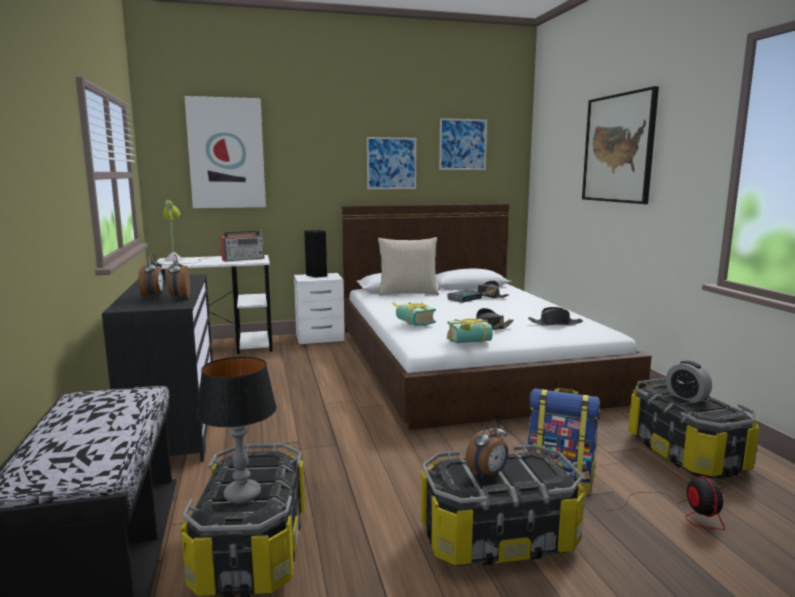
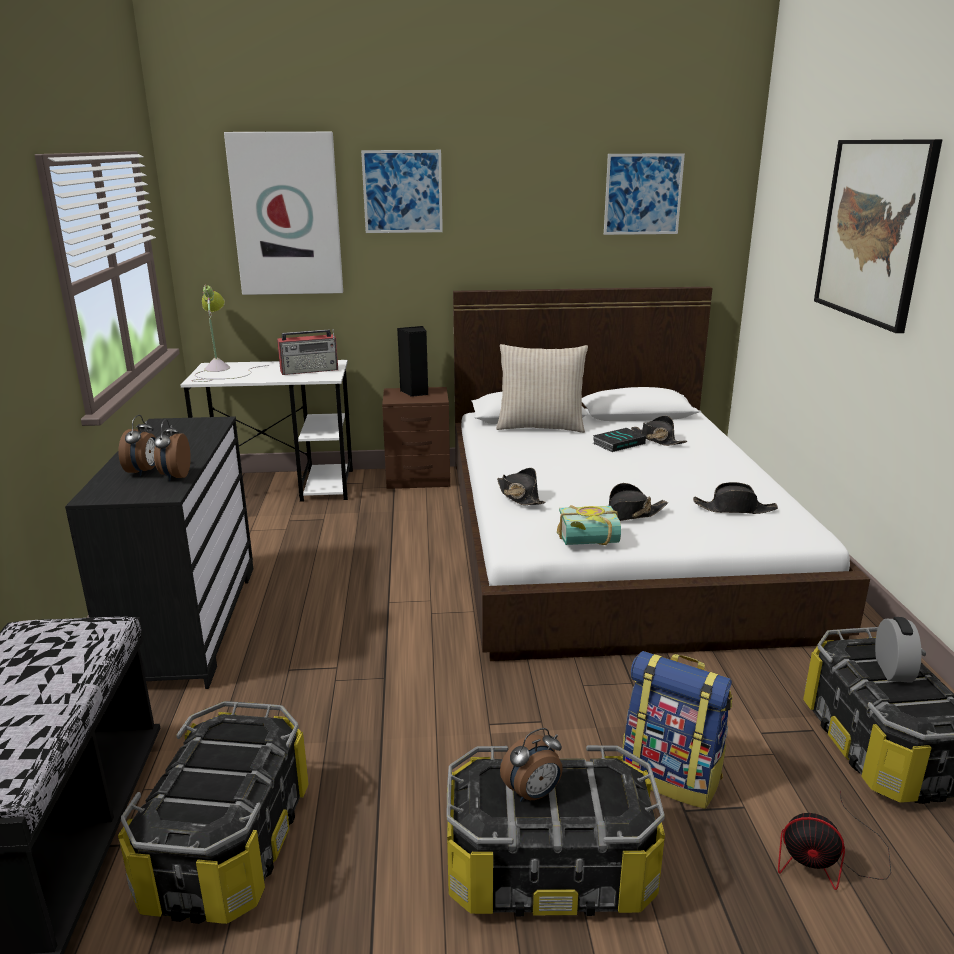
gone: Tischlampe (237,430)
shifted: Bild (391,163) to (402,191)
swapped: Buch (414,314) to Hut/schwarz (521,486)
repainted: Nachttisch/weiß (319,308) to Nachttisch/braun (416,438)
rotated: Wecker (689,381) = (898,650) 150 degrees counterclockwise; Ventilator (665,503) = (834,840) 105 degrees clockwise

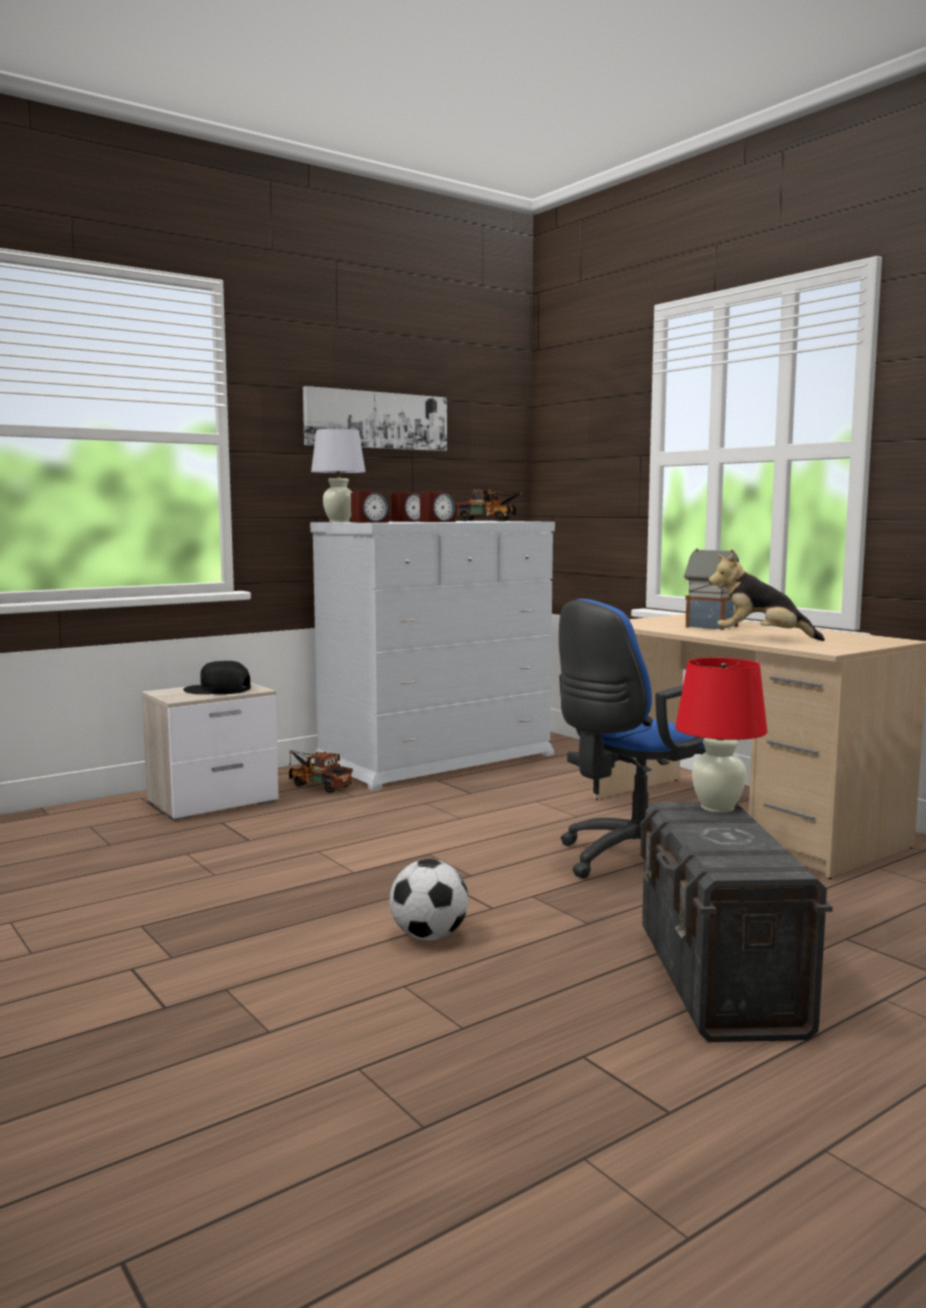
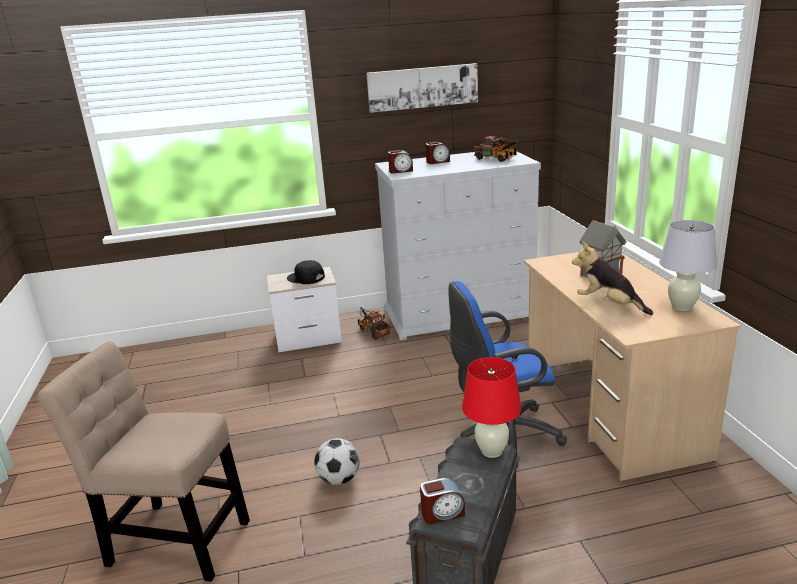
new: Stuhl/beige (144,461)
shifted: Tischlampe/weiß (338,475) to (687,265); Wecker (438,506) to (442,501)

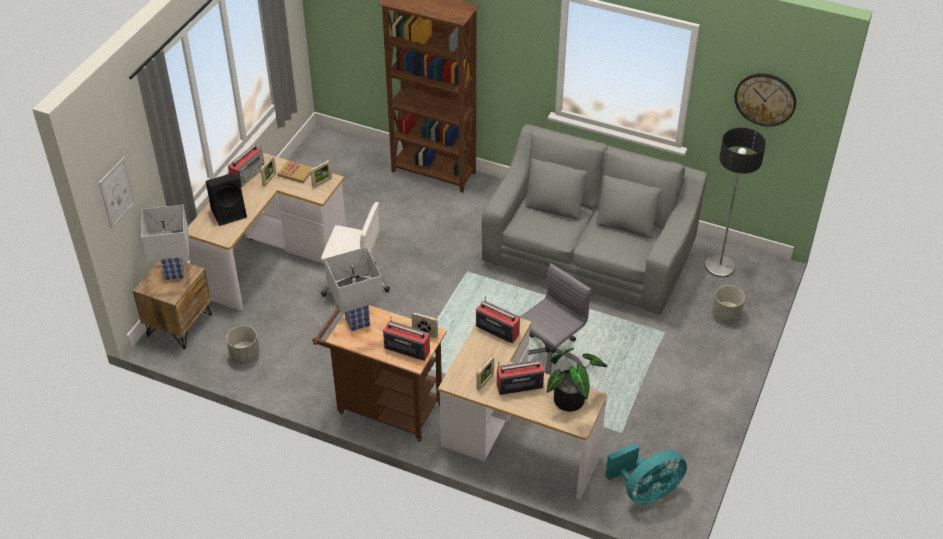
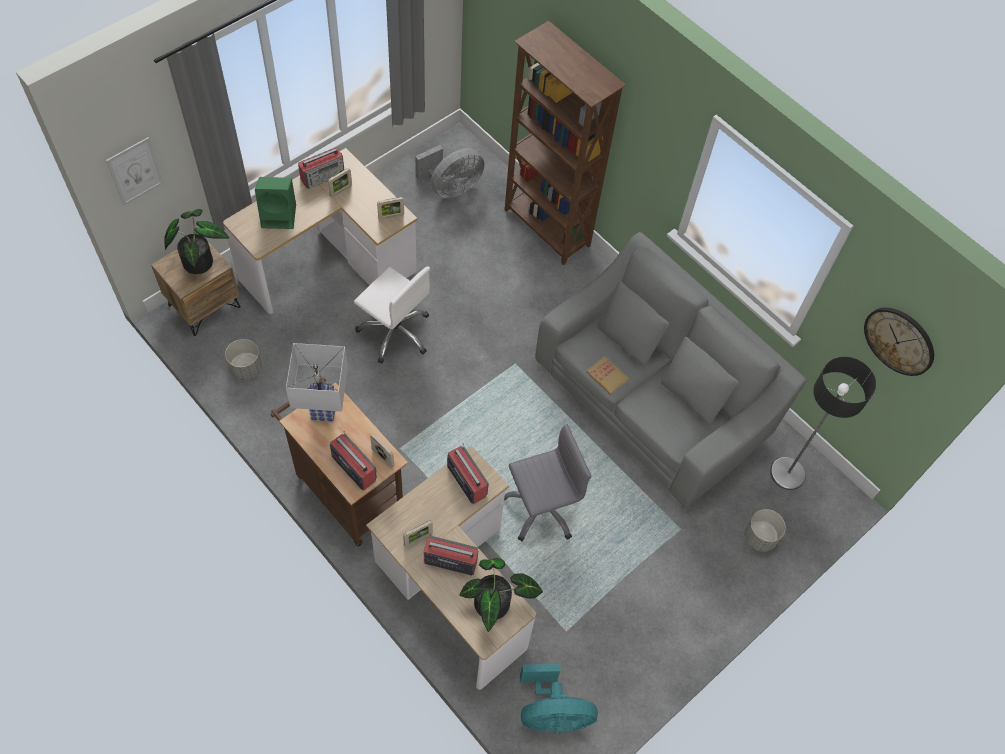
new: Ventilator/grau (450,171)
shifted: Buch (295,172) to (607,375)
swapped: Tischlampe/weiß (165,242) to Topfpflanze (196,241)
repainted: Lautsprecher/schwarz (226,199) to Lautsprecher/grün (275,203)

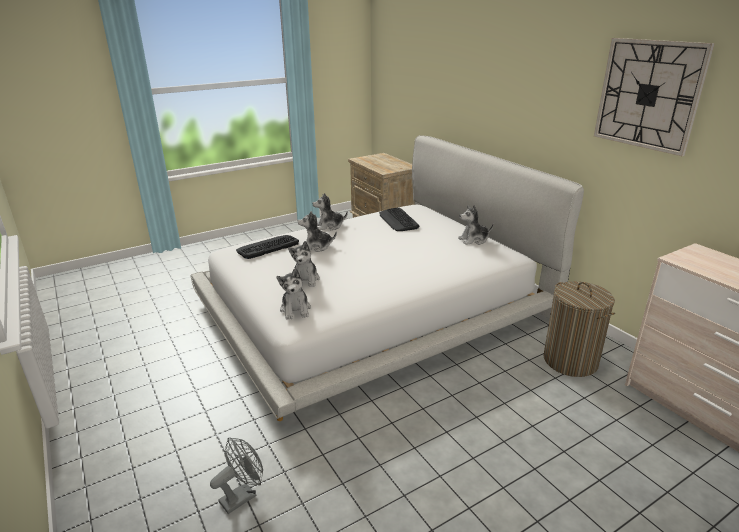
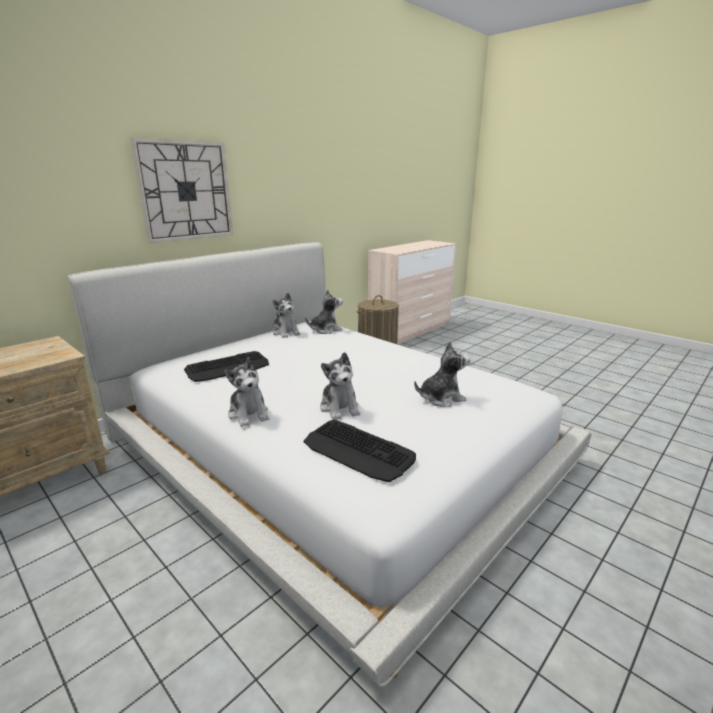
gone: Ventilator/grau (236,475)
shifted: Wanduhr (654,97) to (181,190); Plüschtier (293,294) to (324,311)

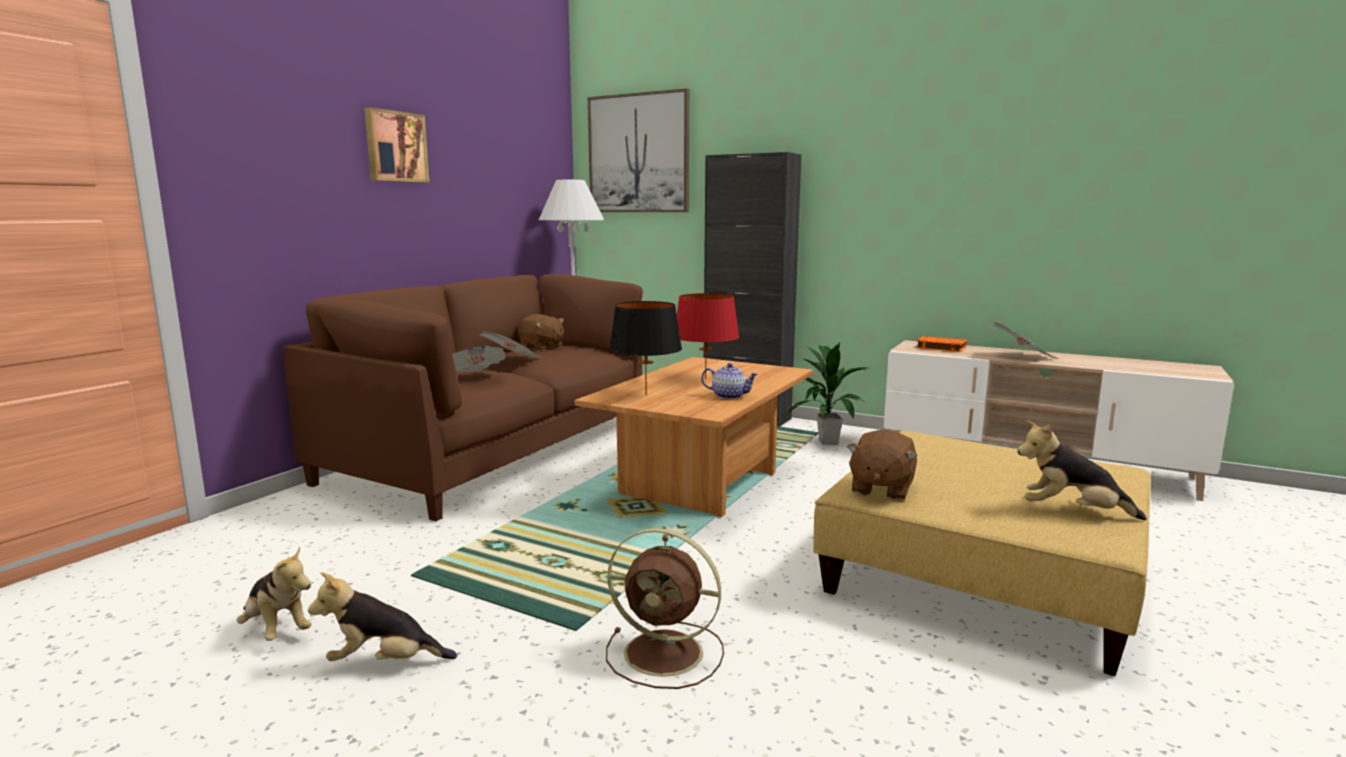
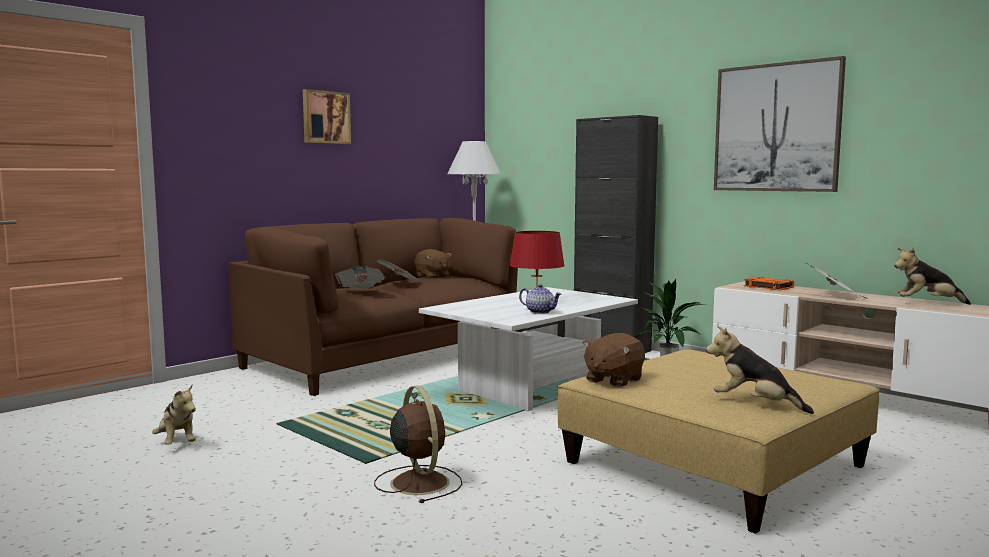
gone: Tischlampe/schwarz (645,348)
shifted: Bild (638,150) to (780,124); Plüschtier (382,616) to (932,276)
repainted: Couchtisch/braun (694,437) to Couchtisch/weiß (528,349)
rotated: Ventilator/braun (665,608) = (418,444) 150 degrees counterclockwise

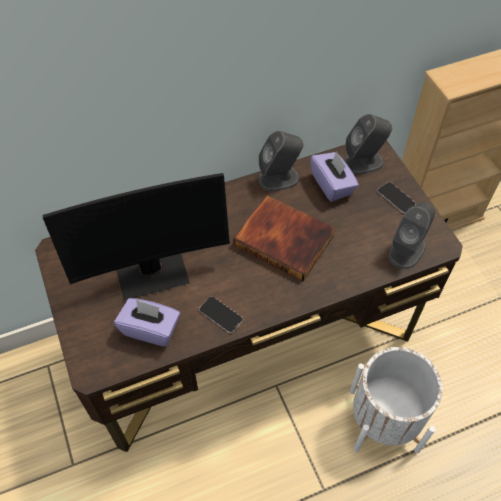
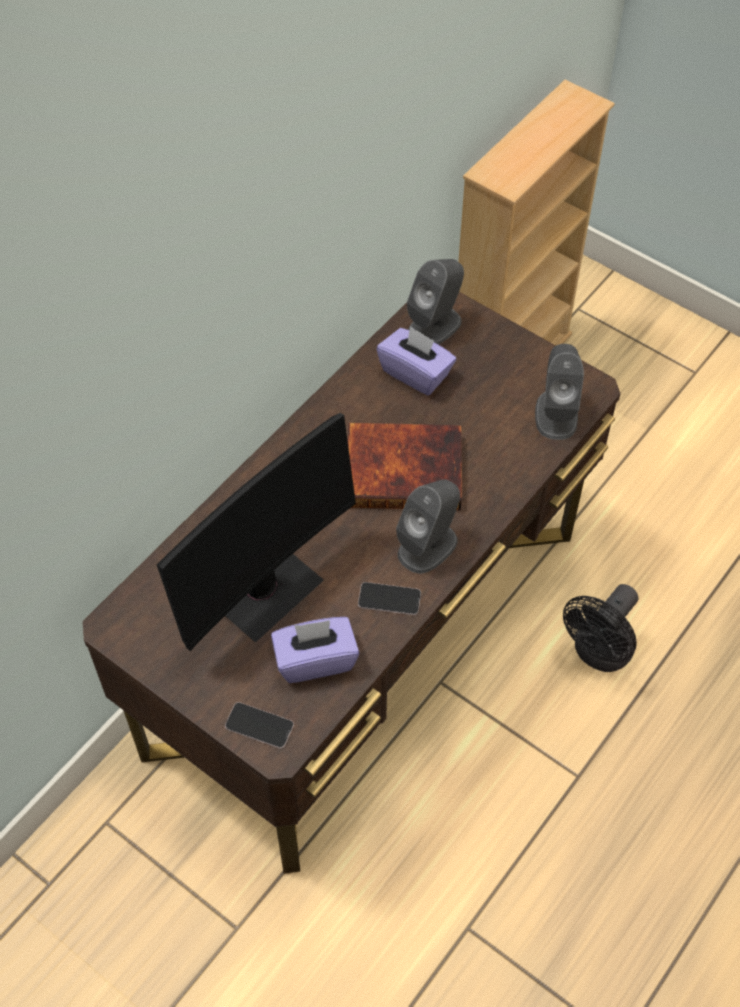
shifted: Lautsprecher/grau (280,161) to (428,526); Handy (396,197) to (259,725)
swapped: Pflanzkübel/weiß (396,400) to Ventilator/schwarz (601,628)

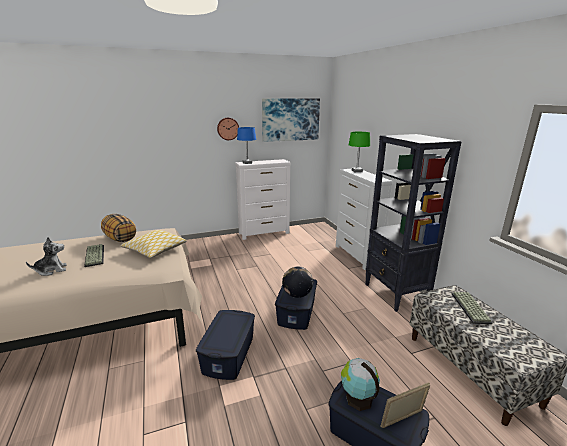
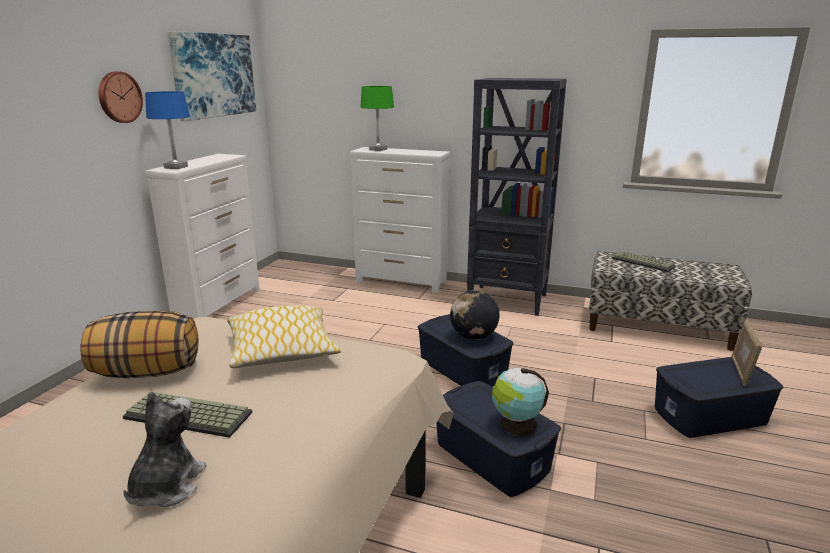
shifted: Globus (360,384) to (520,402)

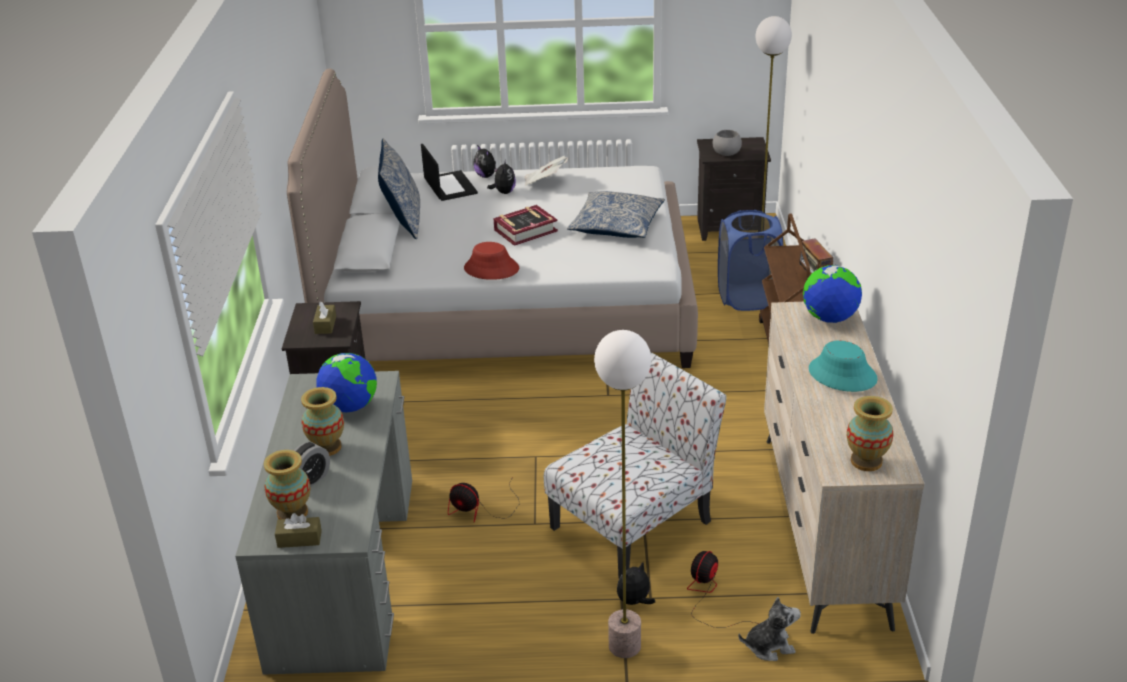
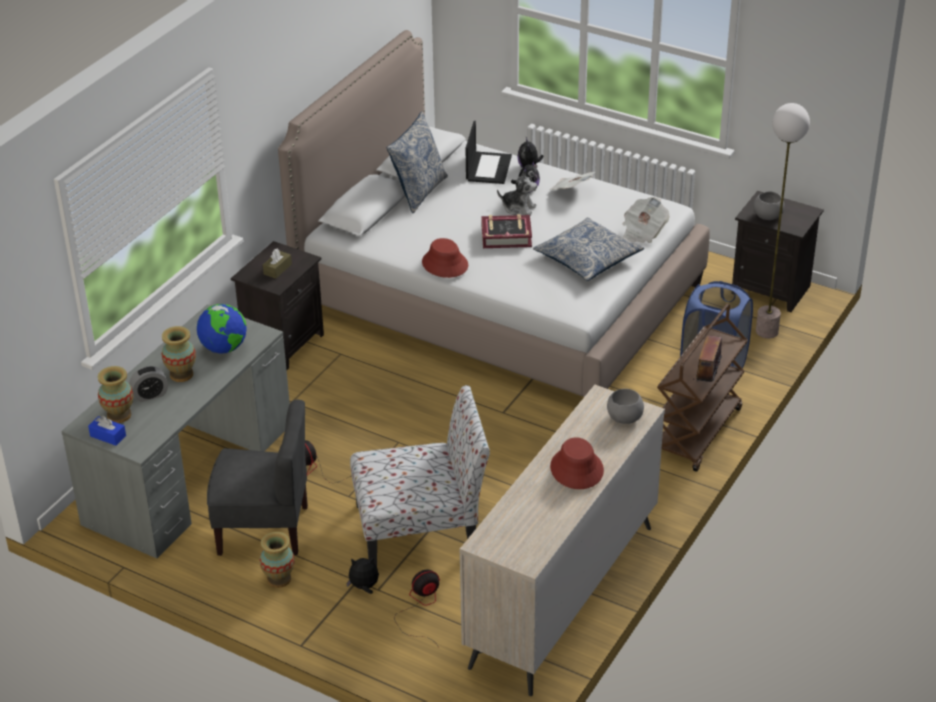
gone: Stehlampe (622,494)
new: Zeitung (646,220); Stuhl/grau (257,478)
shifted: Vase (870,433) to (277,560); Plüschtier (769,629) to (517,193)
swapped: Globus (832,294) to Schüssel/grau (625,406)
repainted: Hut/türkis (843,366) to Hut/rot (577,463); Taschentuchbox/braun (298,530) to Taschentuchbox/blau (107,431)

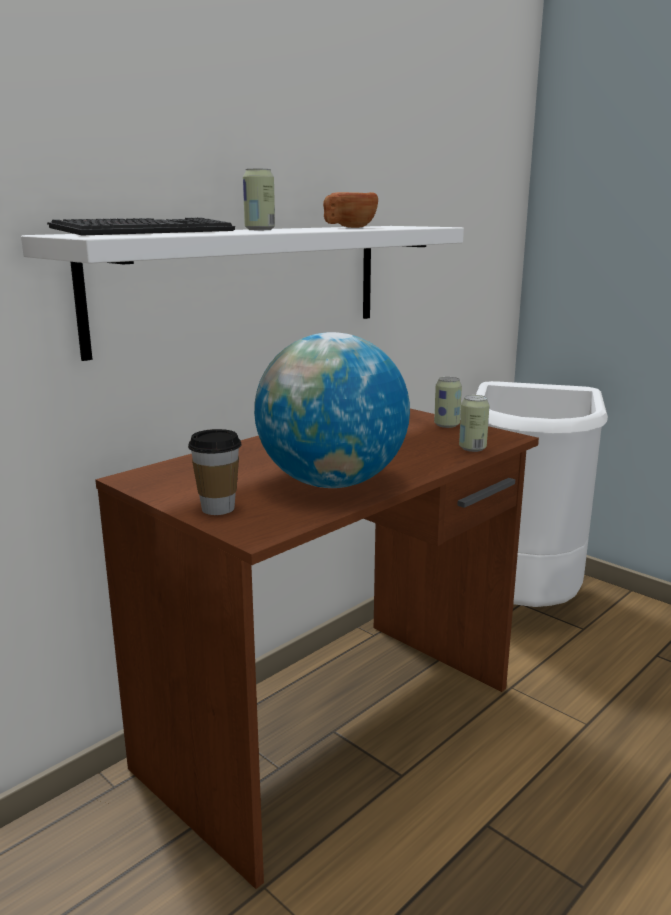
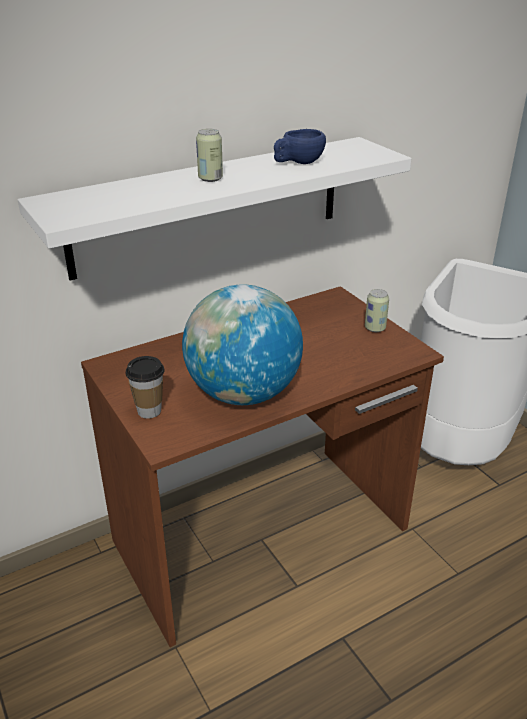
gone: Tastatur (141,226); Dose (474,423)
repainted: Tasse/braun (350,210) to Tasse/blau (300,146)

